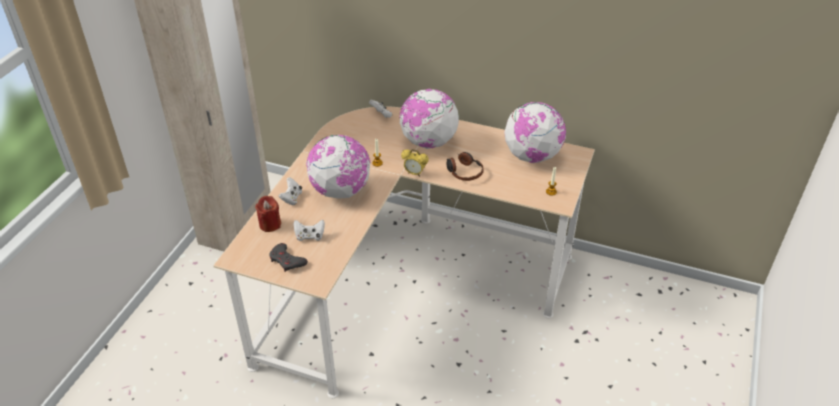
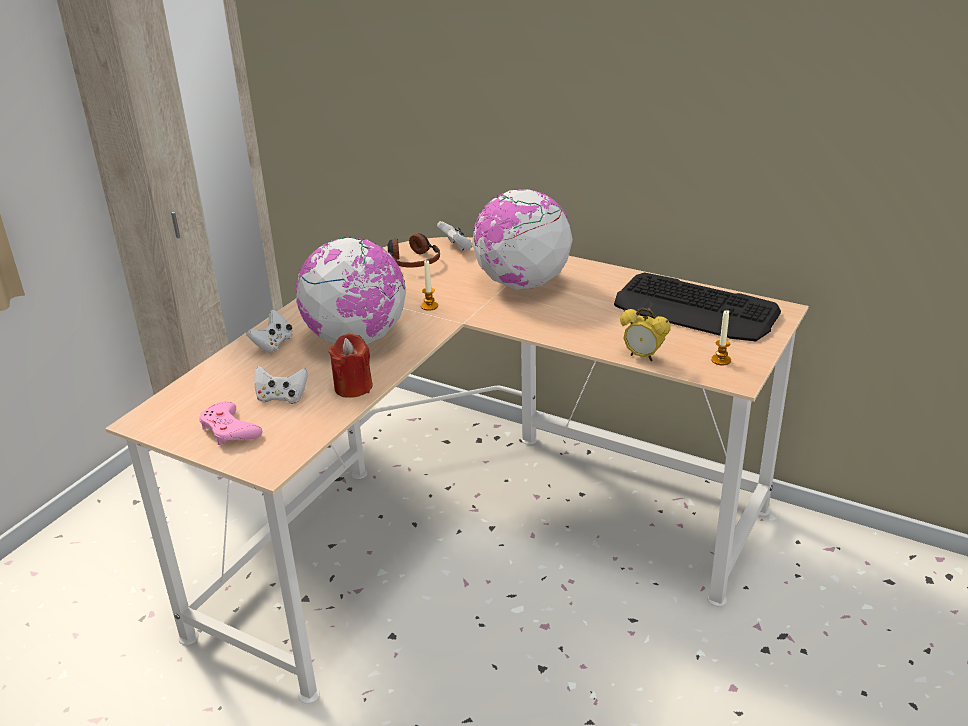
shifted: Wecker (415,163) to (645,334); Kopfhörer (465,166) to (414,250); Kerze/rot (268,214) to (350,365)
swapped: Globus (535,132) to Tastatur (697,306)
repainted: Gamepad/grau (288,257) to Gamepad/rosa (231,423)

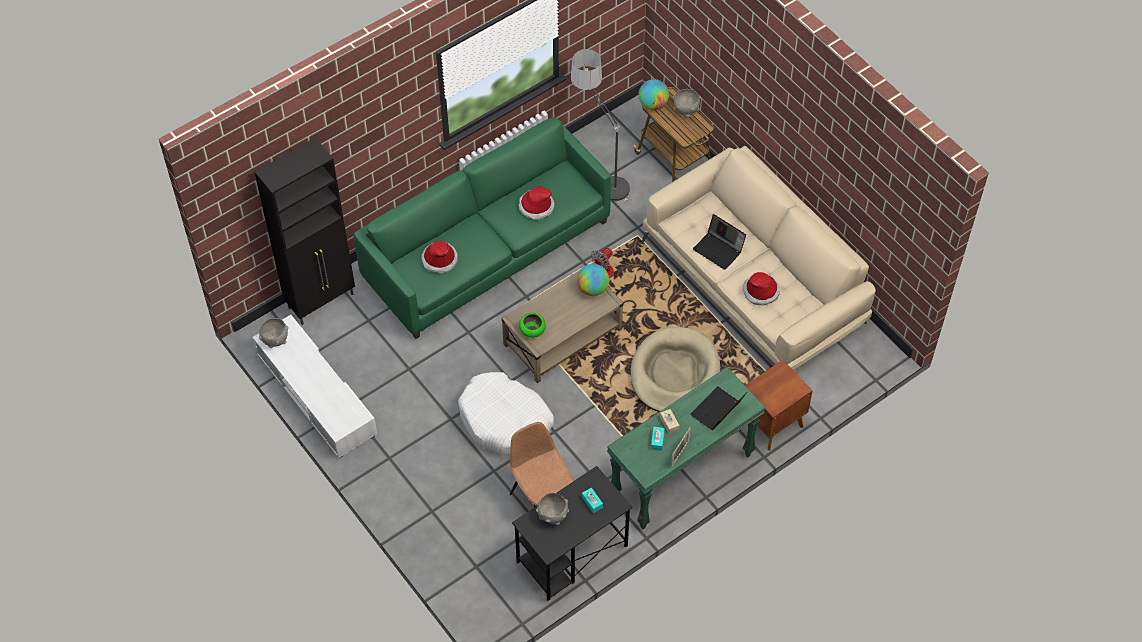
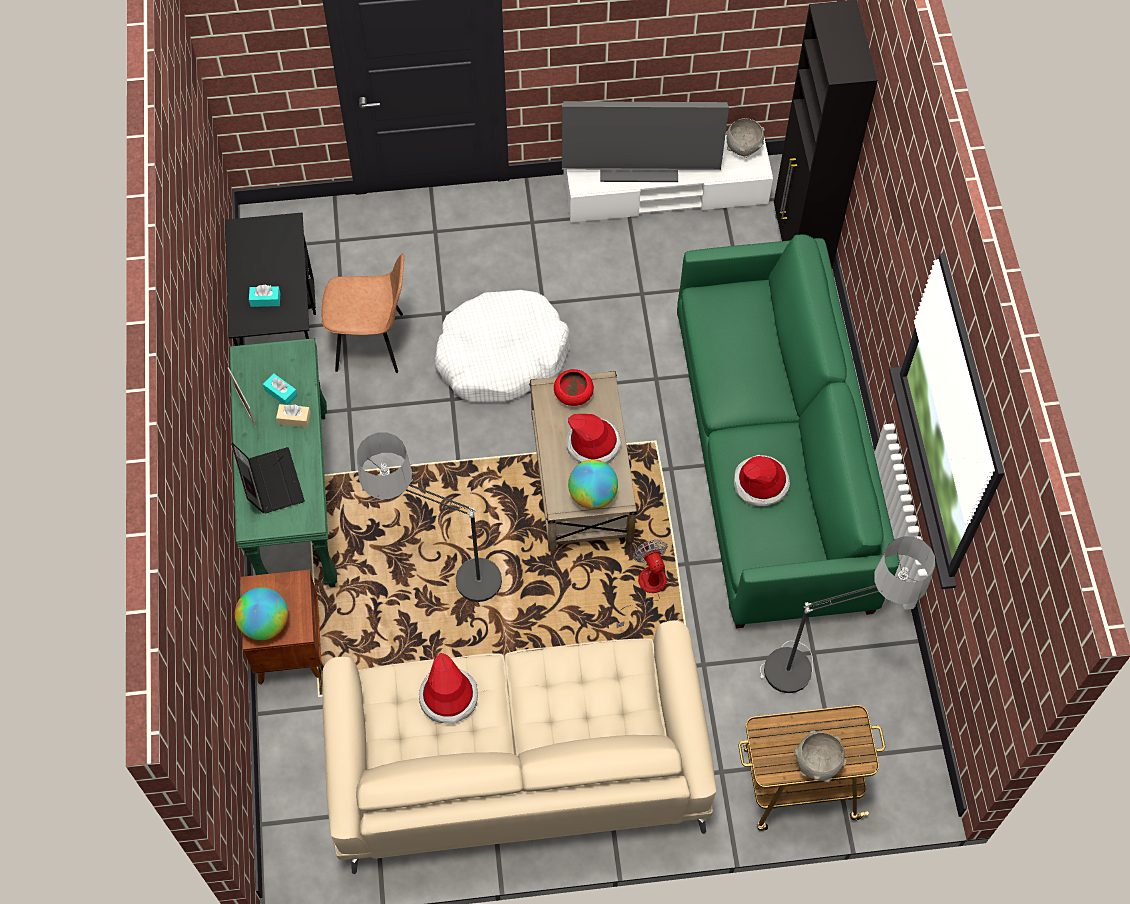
gone: Laptop (719,242); Schüssel/grau (552,509)
new: Fernseher (645,141)
shifted: Globus (653,94) to (261,613); Hut (440,257) to (594,439)
swapped: Hundebett/beige (675,369) to Stehlampe (429,517)
repainted: Schüssel/grün (532,325) to Schüssel/rot (574,387)

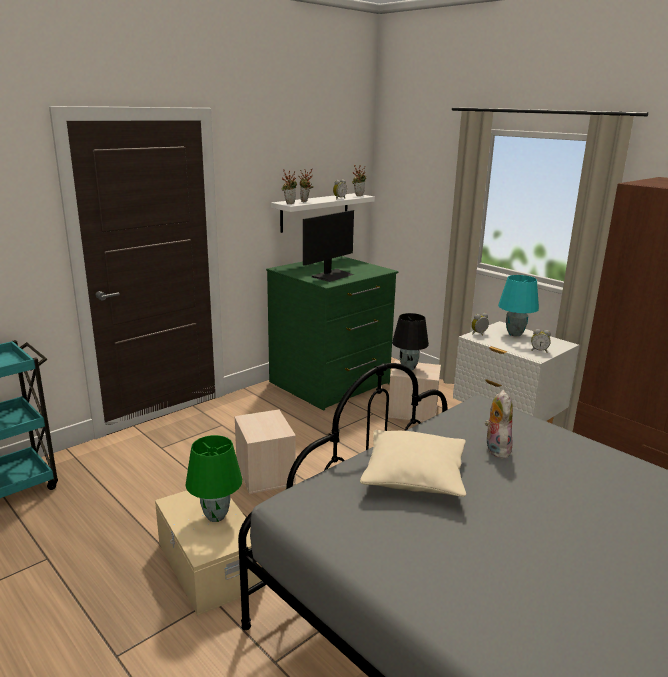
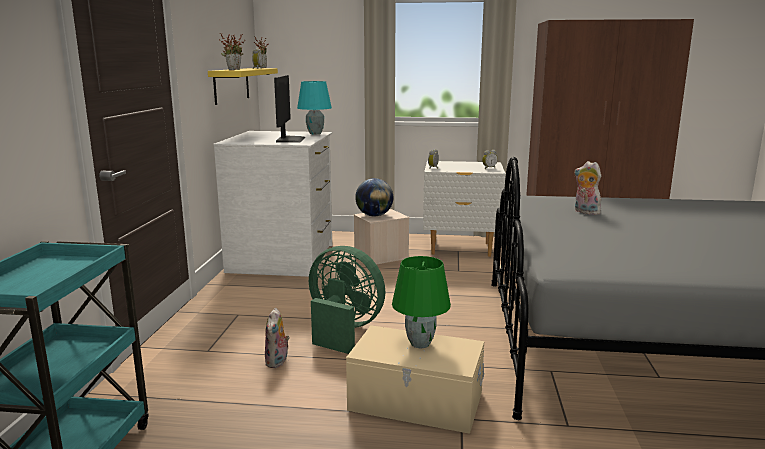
gone: Kissen/beige (413,463)
new: Plüschtier (277,338)
shifted: Tischlampe/türkis (518,306) to (314,107)
swapped: Tischlampe/schwarz (410,341) to Globus (374,197); Aufbewahrungsbox/beige (265,451) to Ventilator/grün (347,300)
repainted: Wandregal/weiß (323,213) to Wandregal/gelb (243,86); Kommode/grün (332,333) to Kommode/weiß (272,204)

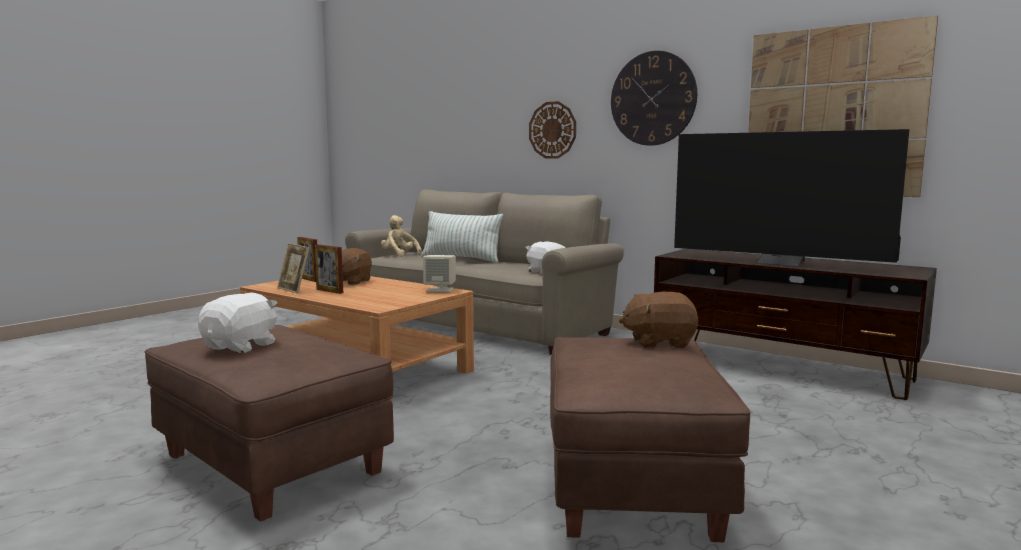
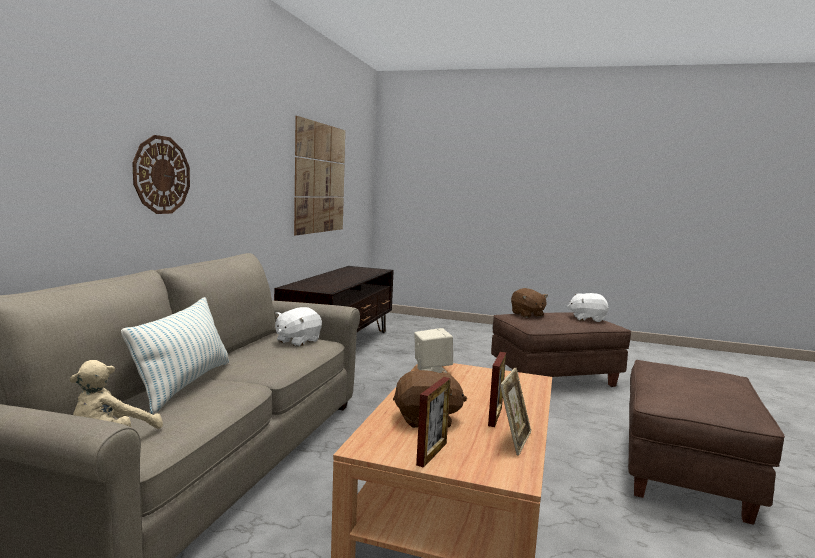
gone: Wanduhr (654,98); Fernseher (791,197)
shifted: Plüschtier/weiß (237,323) to (587,307)

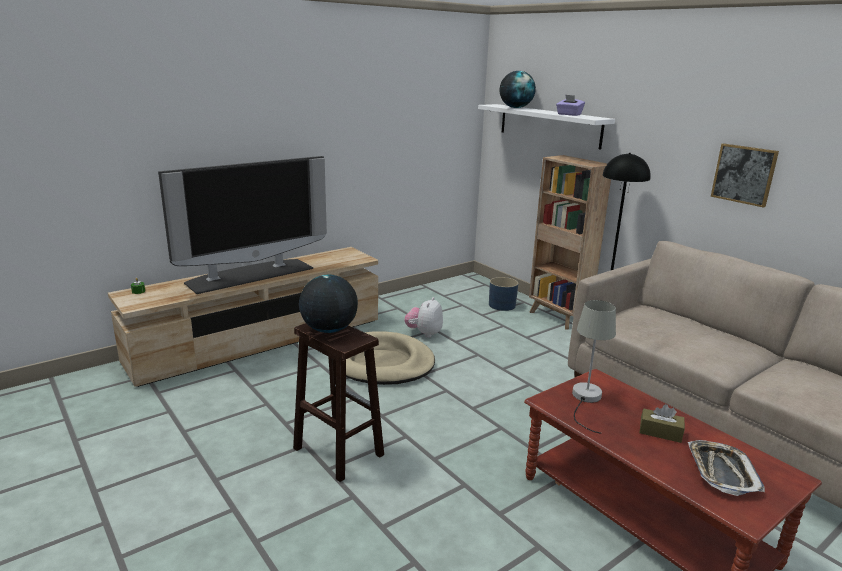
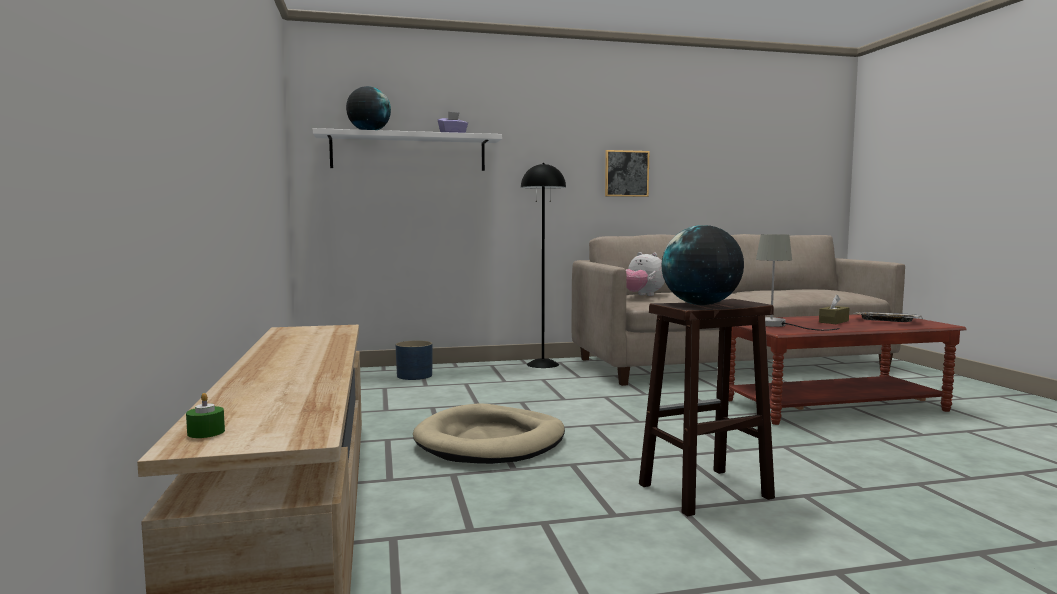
gone: Bücherregal/braun (570,242); Fernseher (242,225)
shifted: Plüschtier (423,317) to (645,274)

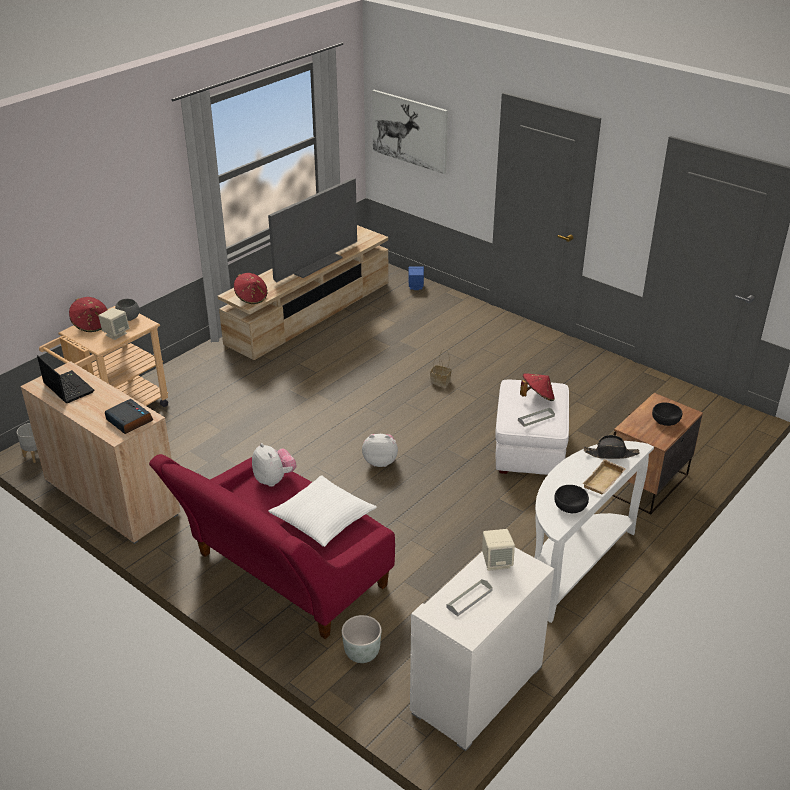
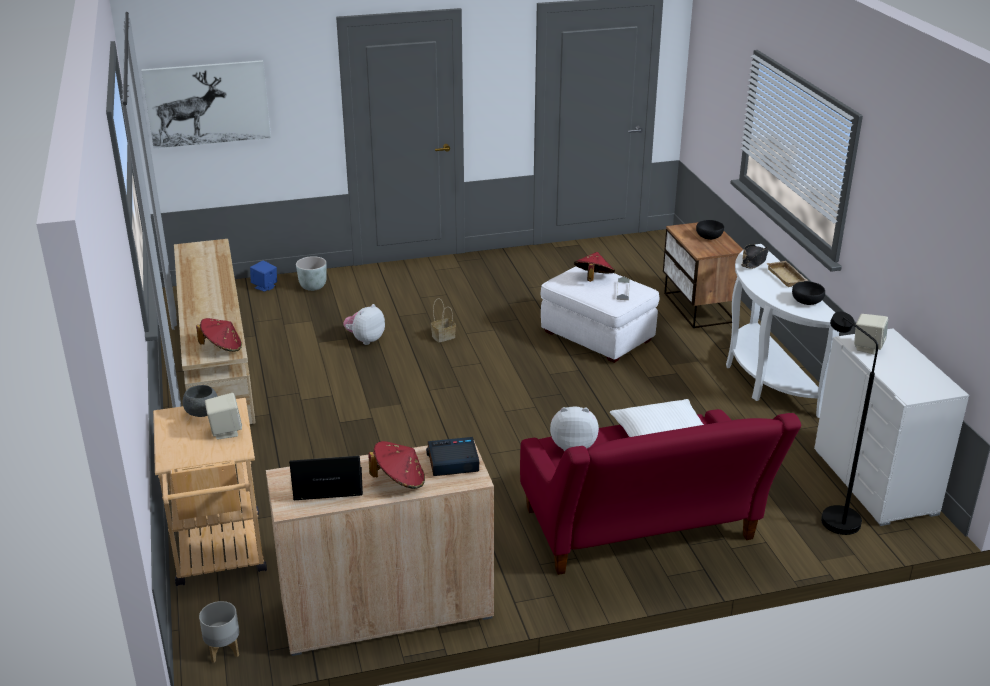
gone: Fernseher (312,230); Tablett/grau (469,597)
new: Stehlampe/schwarz (849,423)
shifted: Hut/rot (88,314) to (396,465); Plüschtier (380,450) to (364,324); Pflanzkübel/grau (362,639) to (311,273)

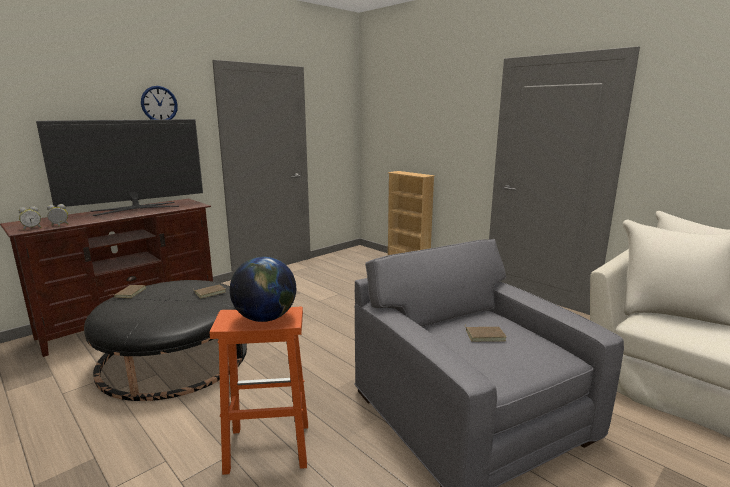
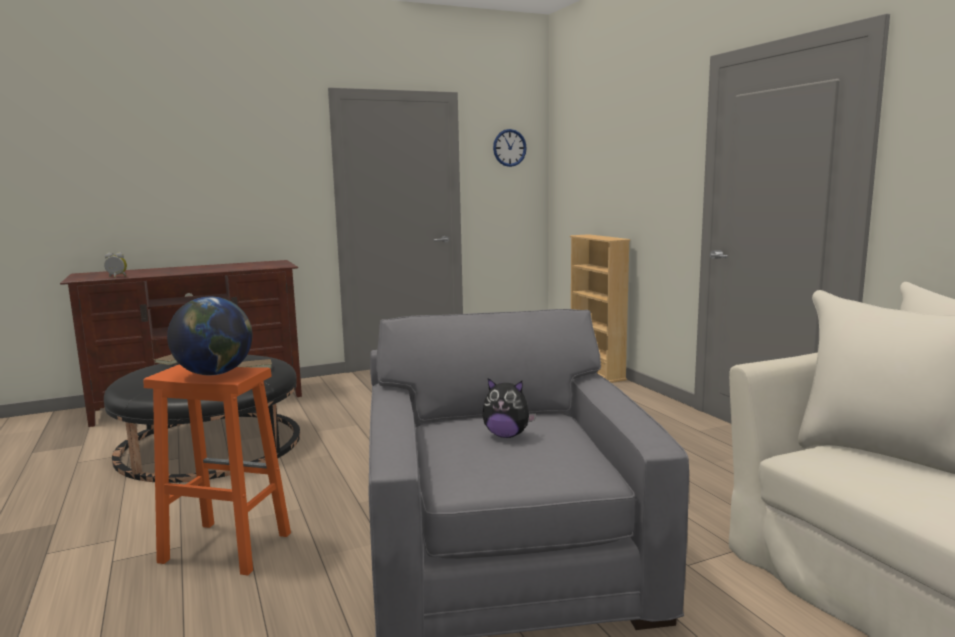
gone: Fernseher (119,167); Wecker (30,218)
shifted: Wanduhr (159,103) to (510,148)
swapped: Buch/braun (486,333) to Plüschtier (509,408)

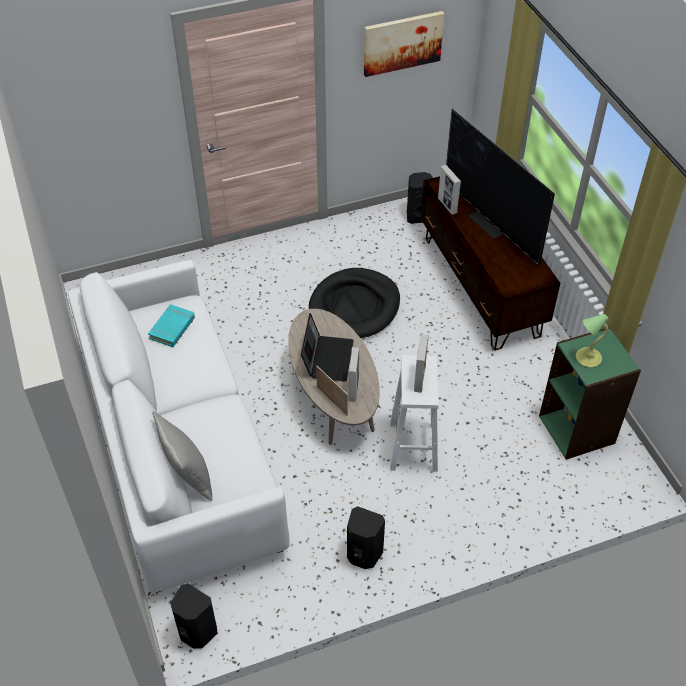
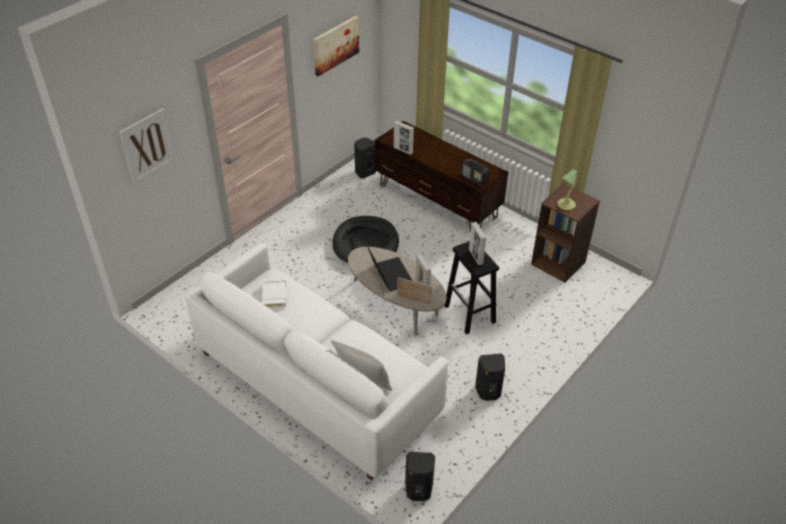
gone: Fernseher (500,187)
new: Bild (147,146); Radio (475,172)
repainted: Buch/türkis (171,325) to Buch/weiß (274,293); Bücherregal/grün (590,393) to Bücherregal/braun (565,233); Hocker/weiß (414,413) to Hocker/schwarz (471,288)

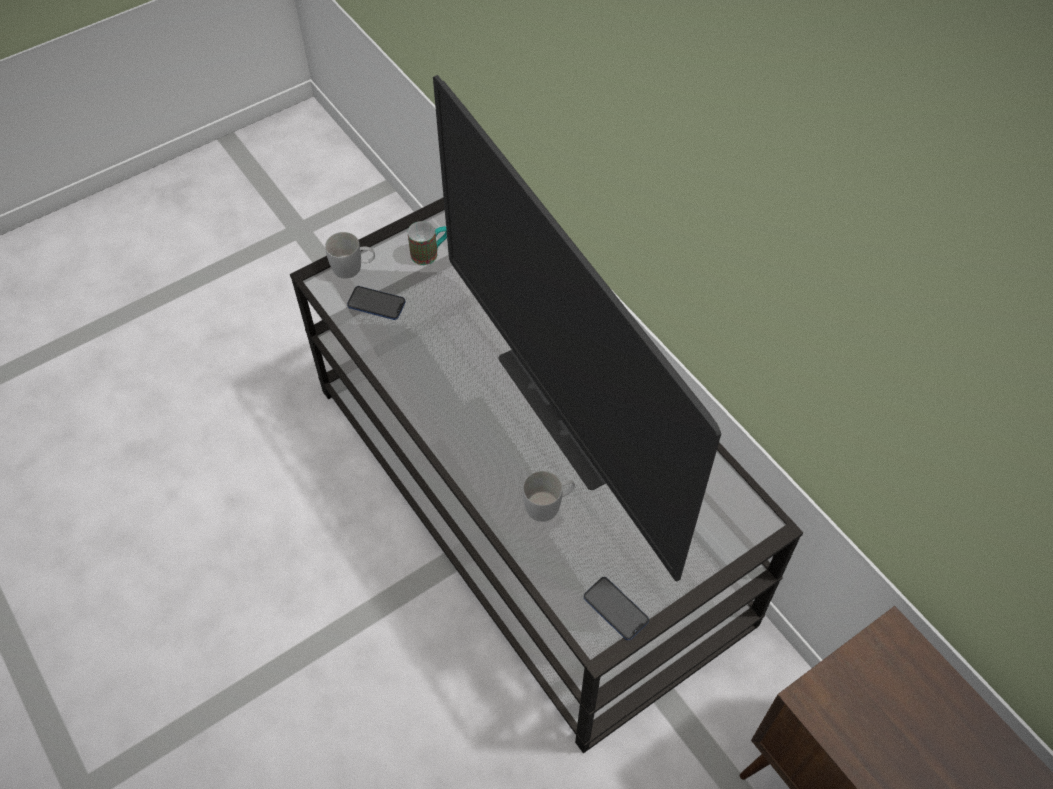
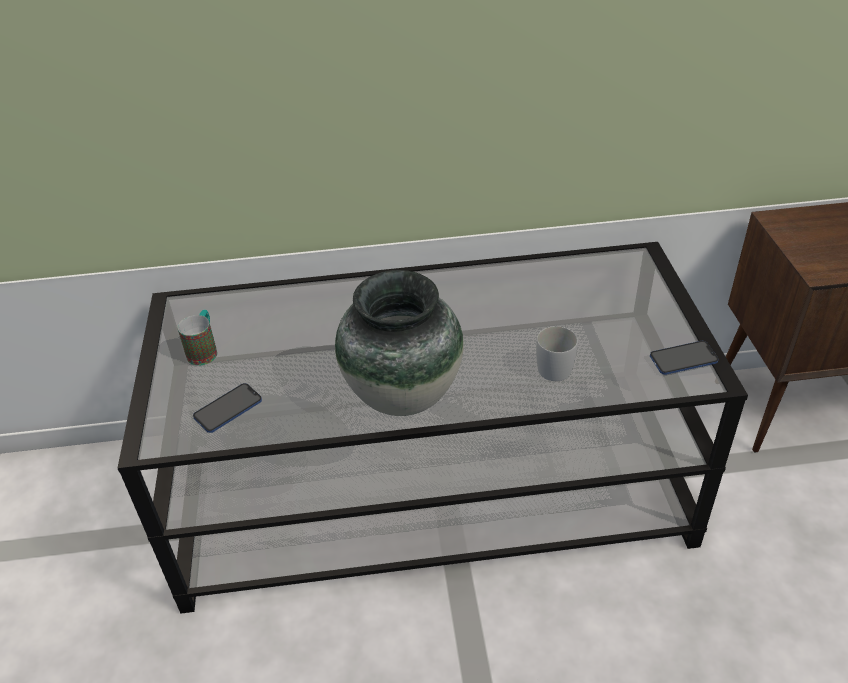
gone: Fernseher (577,328); Henkelbecher/weiß (350,255)
new: Vase (399,343)

